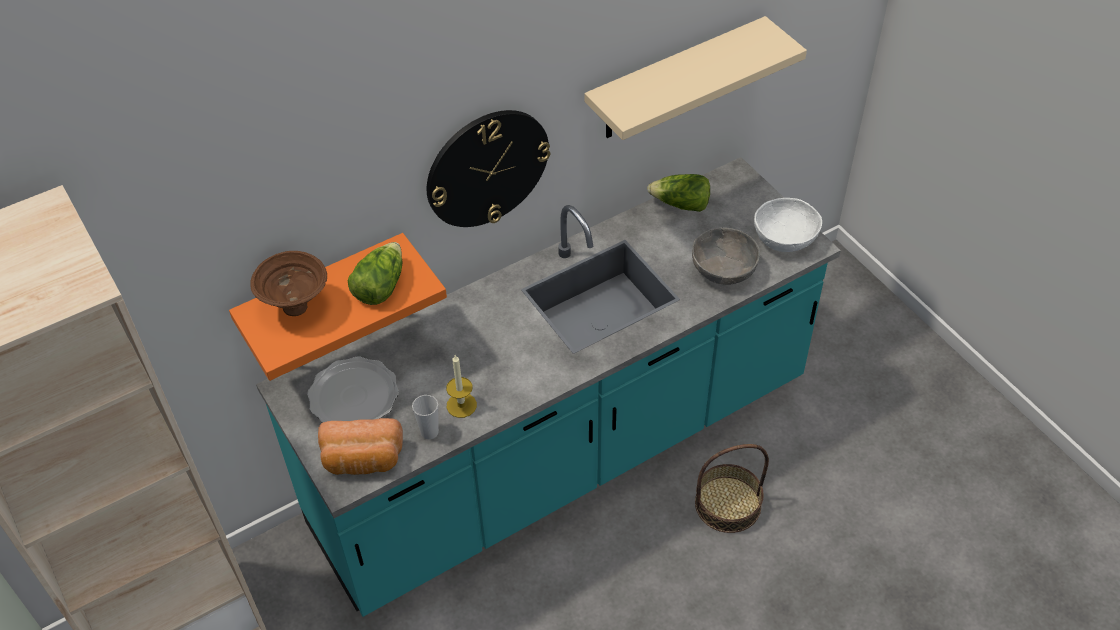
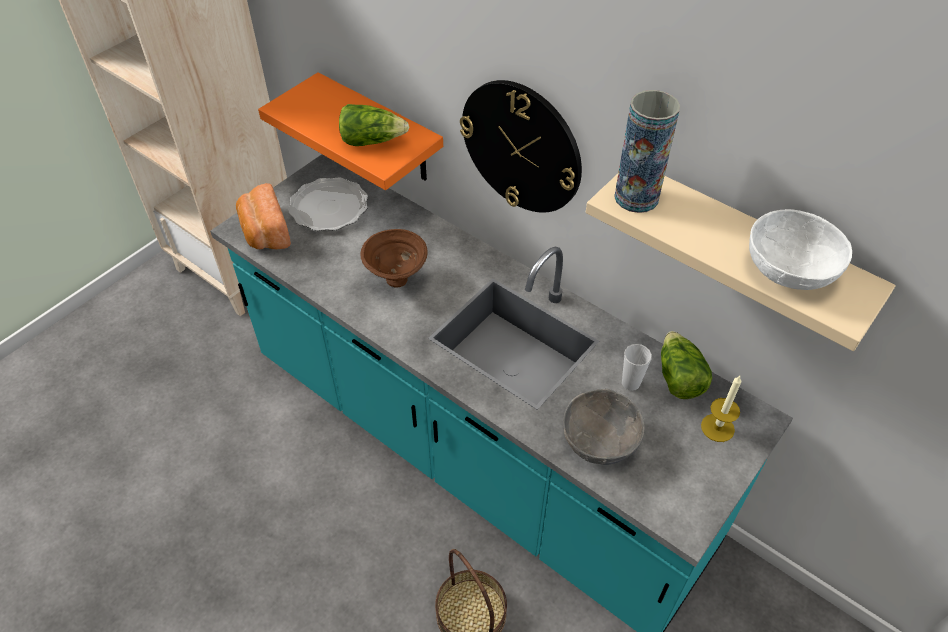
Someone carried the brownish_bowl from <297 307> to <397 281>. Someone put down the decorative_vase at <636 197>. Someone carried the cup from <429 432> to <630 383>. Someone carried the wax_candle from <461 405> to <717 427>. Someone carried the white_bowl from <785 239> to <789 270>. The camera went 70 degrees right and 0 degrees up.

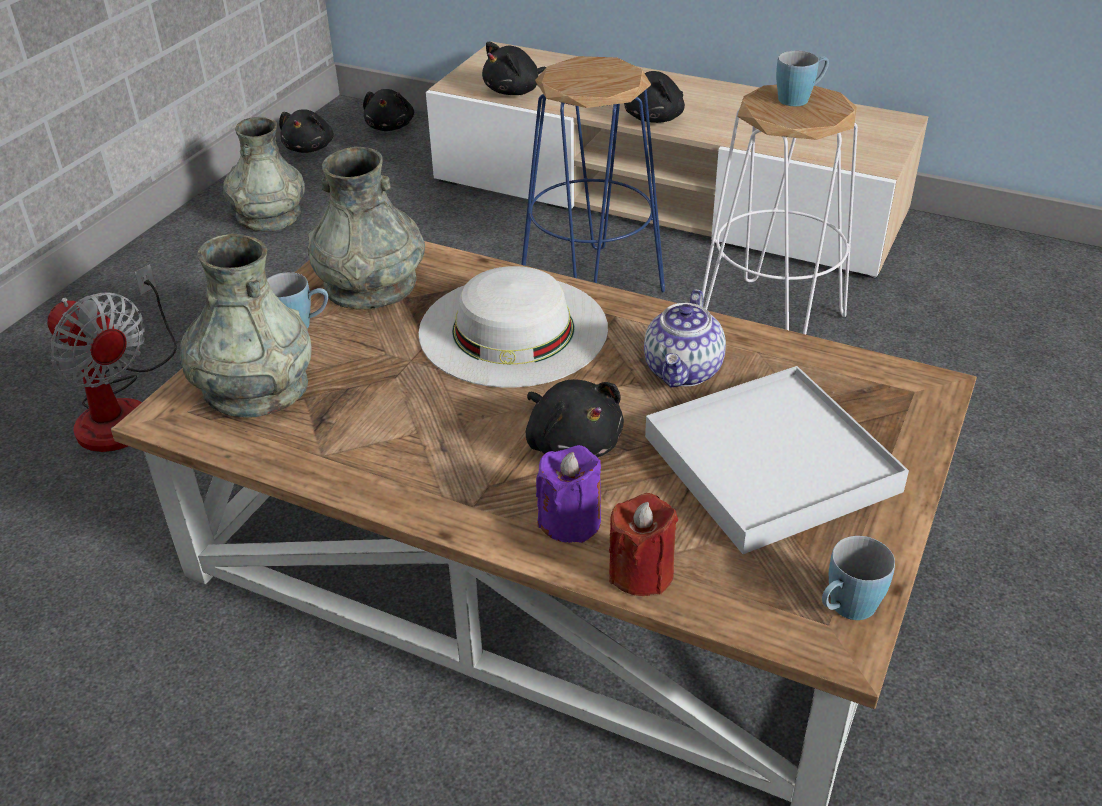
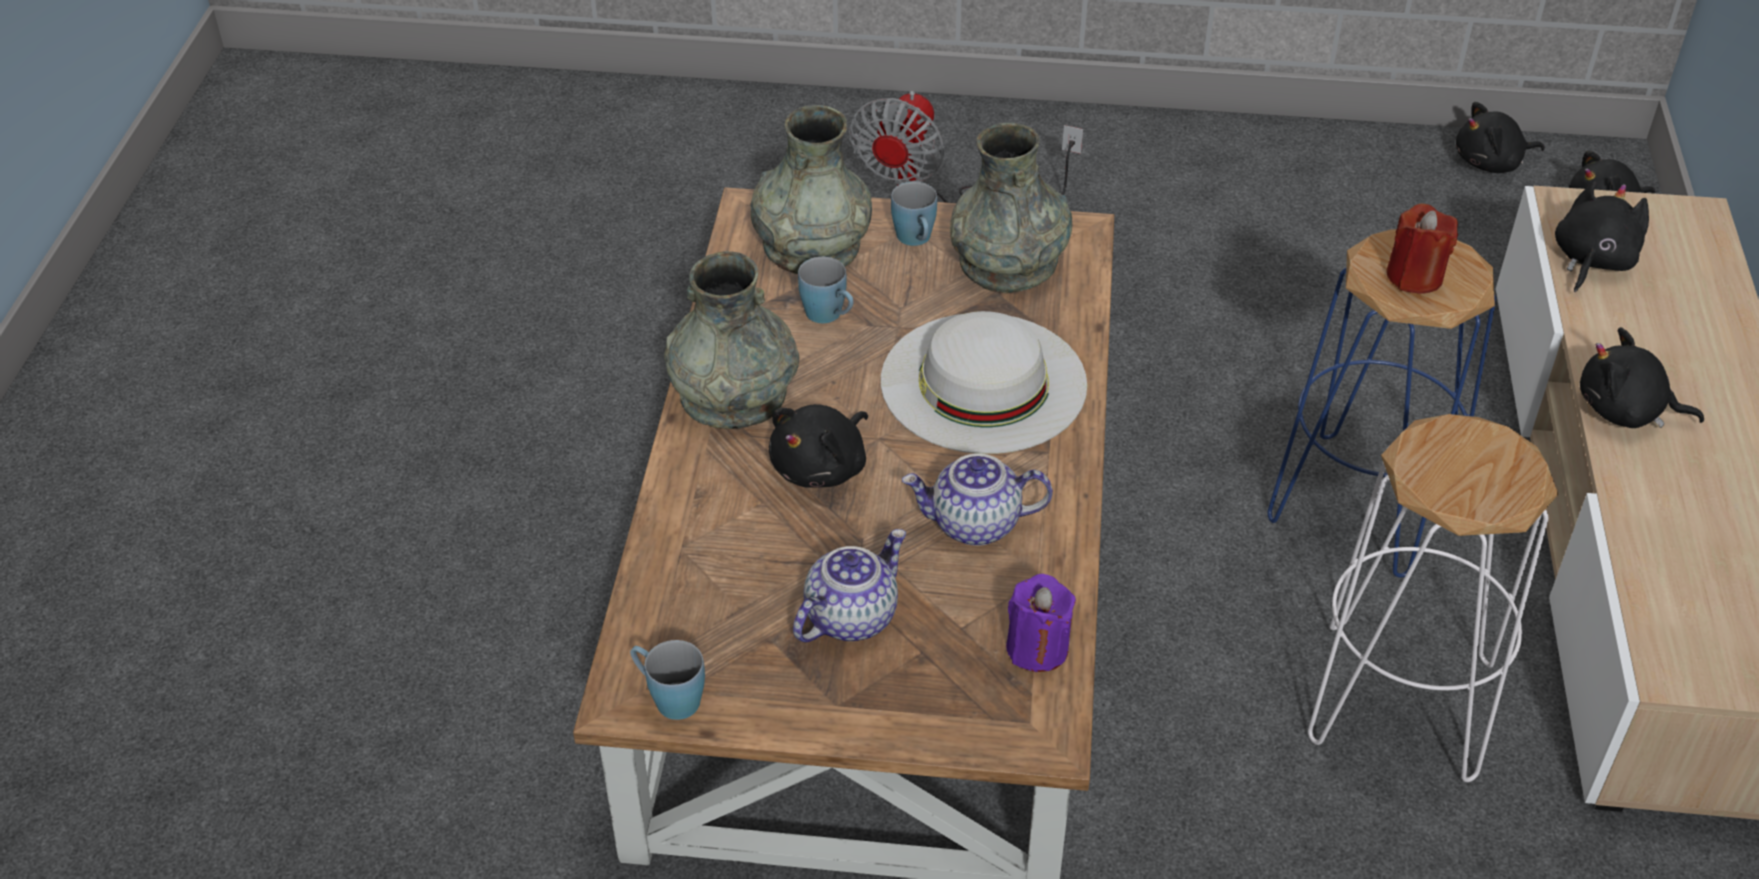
Someone carried the grey_decorative_vase from <269 215> to <733 393>. Someone swapped the white_tray at <770 464> for the teapot at <850 616>. Someone carried the blue-coloured_mug from <800 98> to <829 316>. Someone carried the purple-coloured_wax_candle from <570 521> to <1037 648>. Someone carried the red-coloured_wax_candle from <641 572> to <1414 276>. Someone rotated the black-coloured_cuddly_toy at <515 91> by 90 degrees clockwise. The camera went 70 degrees right and 5 degrees up.

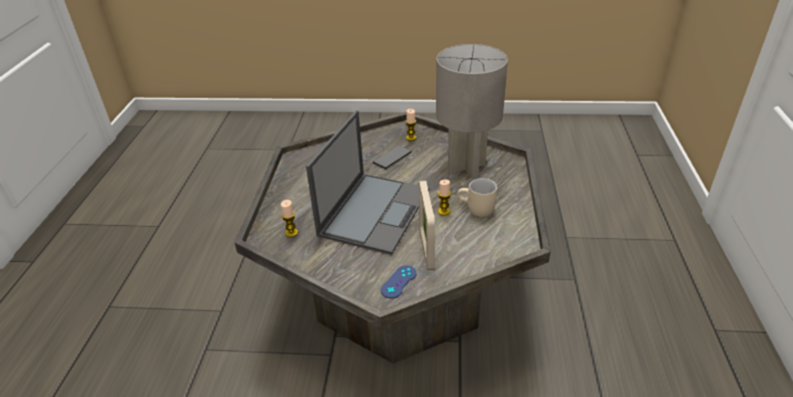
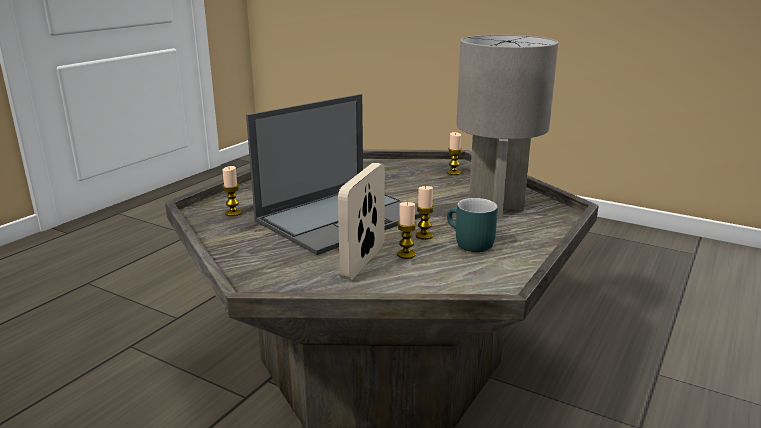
Someone put down the wax_candle at <406 254>. Someone repainted the sand-coloured_mug at <476 210>, which became the blue-green_mug at <467 244>. Someone took away the telephone at <392 157>. Someone took away the blue-coloured_joypad at <399 282>. The camera went 25 degrees right and 15 degrees down.

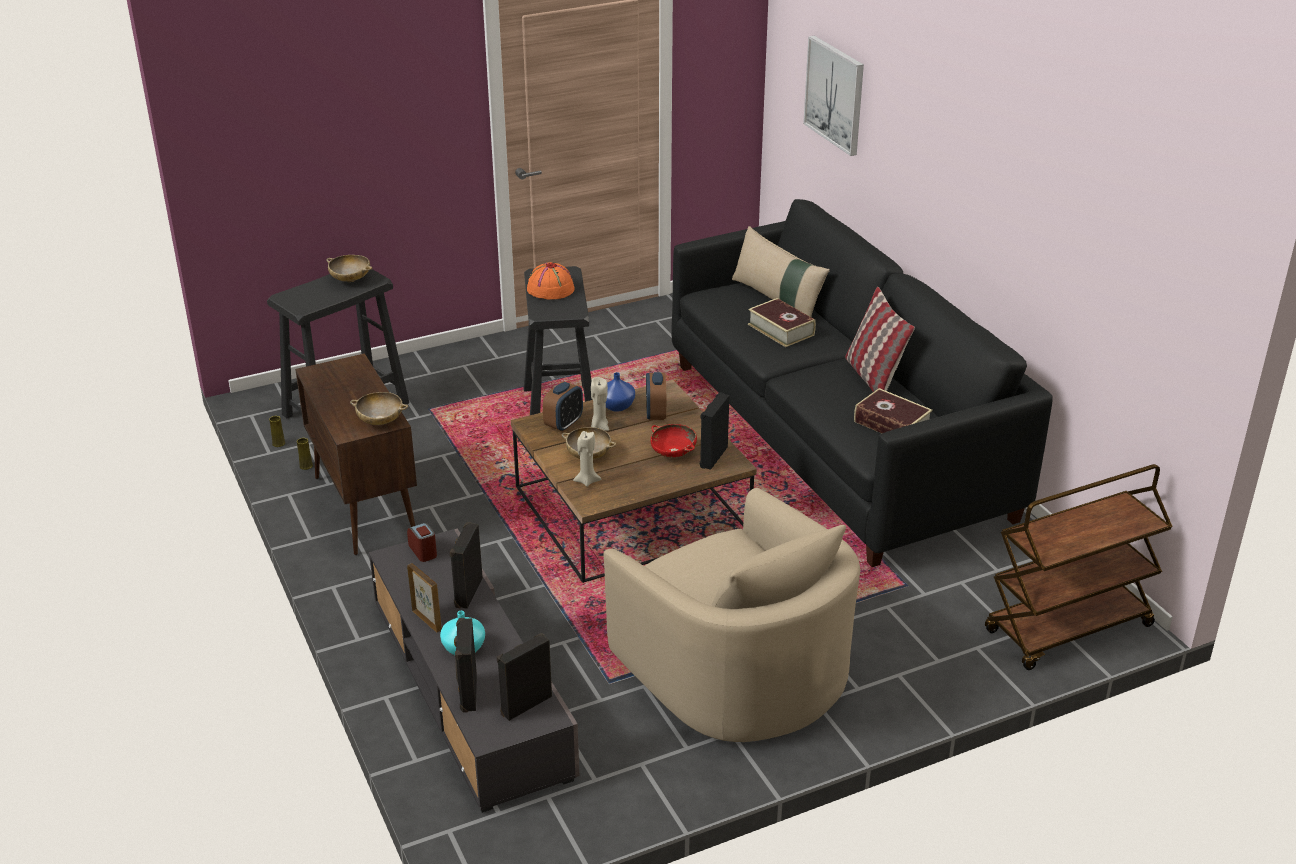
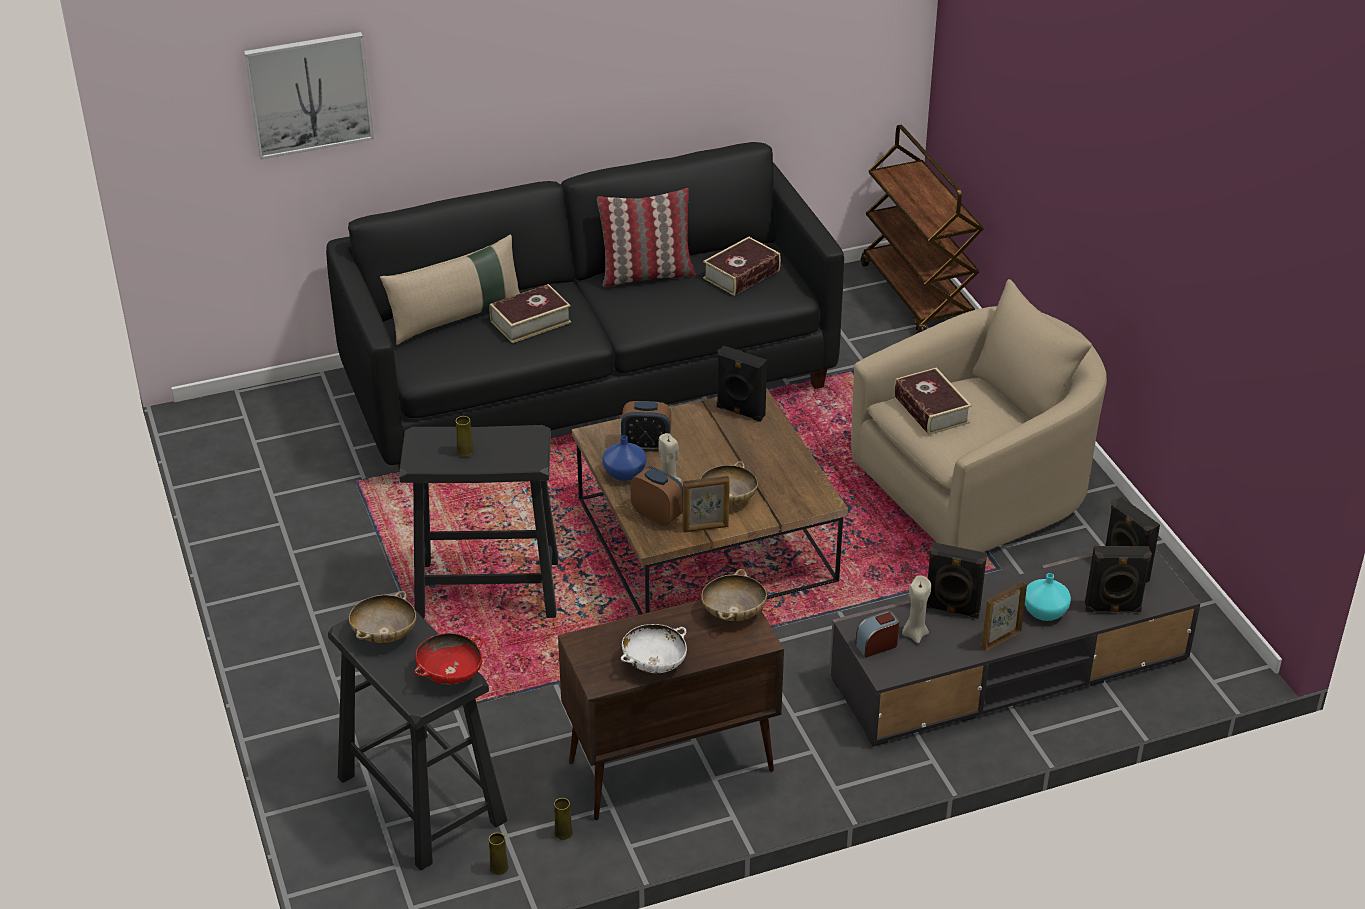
Someone carried the red-coloured_bowl from <673 453> to <450 674>. Someone swapped the orange_hat at <550 289> for the yellow_decorative_vase at <465 452>. Someone put down the white_bowl at <654 663>. Someone put down the standing_frame at <705 528>. Someone put down the volume at <931 409>. Someone carried the sand-coloured_wax_candle from <587 481> to <914 634>. The camera went 85 degrees left and 5 degrees up.

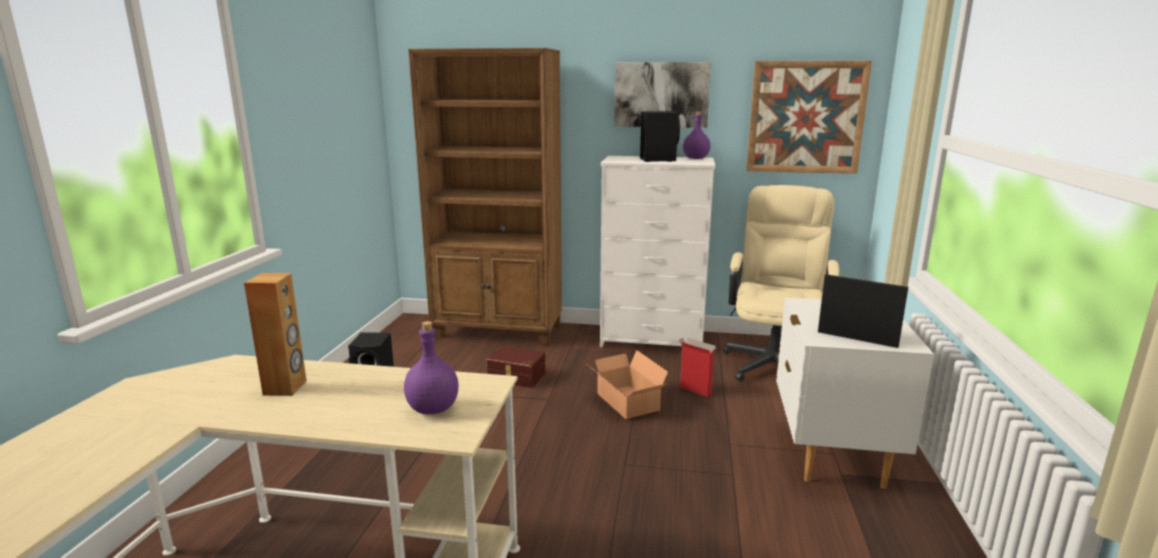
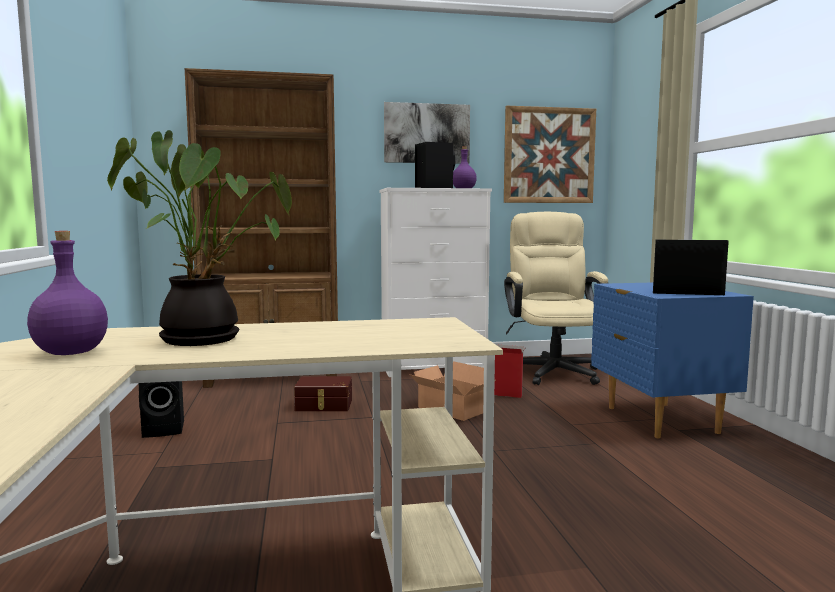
Someone carried the purple-coloured_beverage_bottle from <434 409> to <72 353>. Someone swapped the brownish_speaker at <285 388> for the potted_plant at <206 338>. Someone repainted the white_bedside_table at <832 455>, which became the blue-coloured_bedside_table at <660 420>. The camera went 20 degrees left and 10 degrees down.

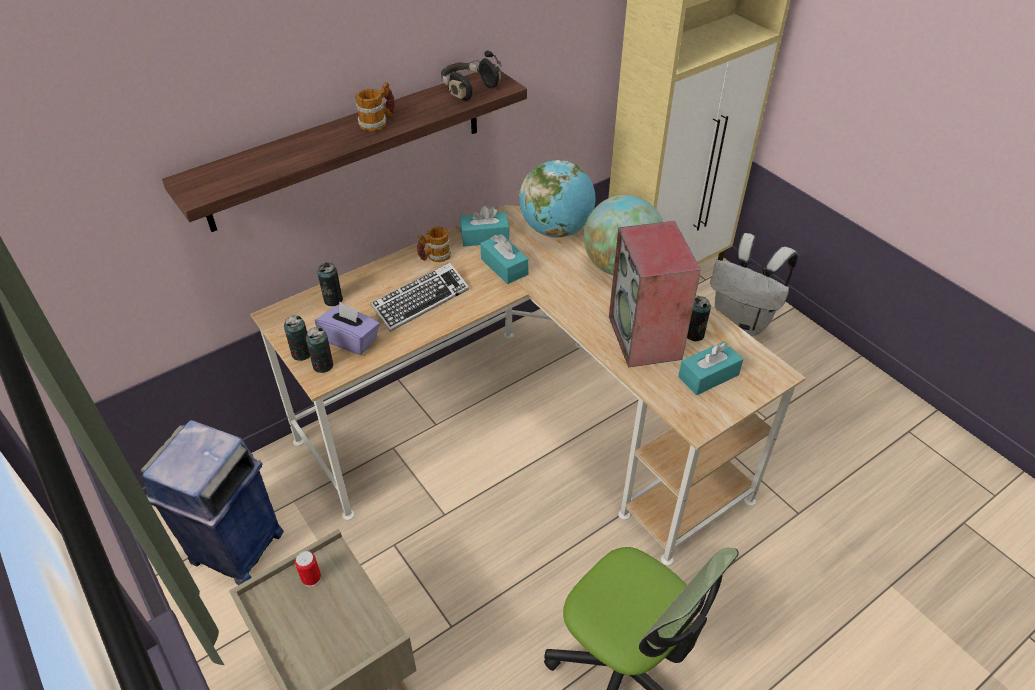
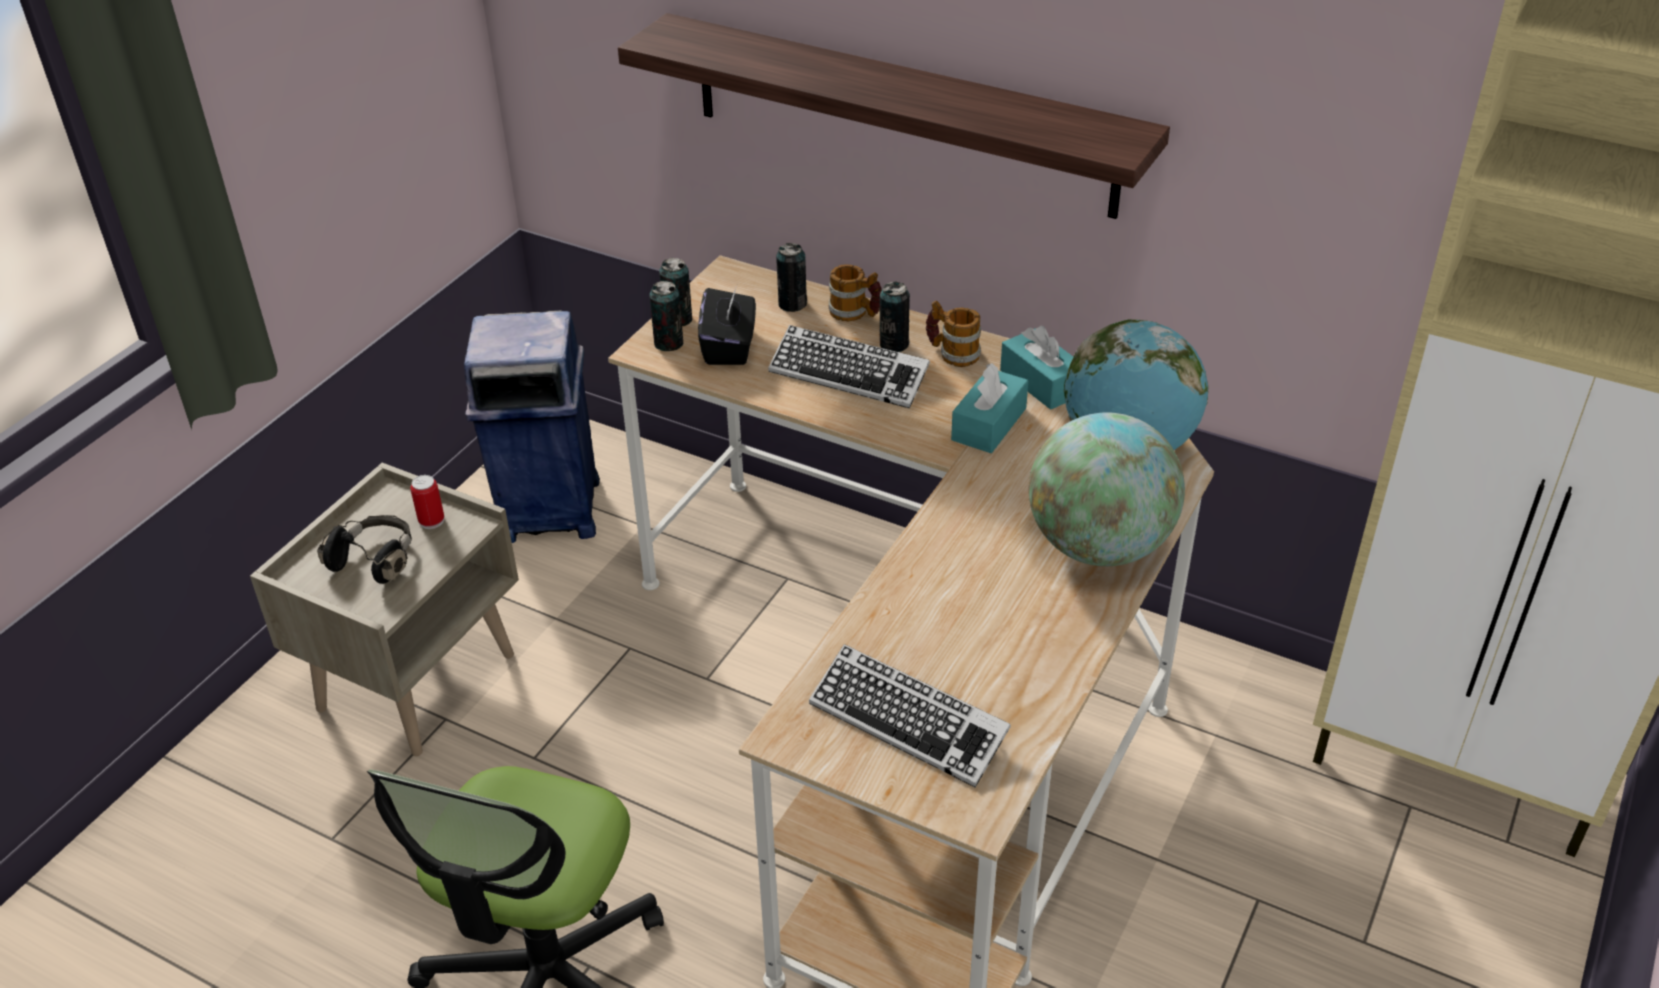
Someone carried the black-coloured_pair_of_headphones from <468 89> to <375 560>. Someone repainted the purple-coloured_tissue_holder at <351 340>, which became the black-coloured_tissue_holder at <729 347>. Someone swapped the blue-green_tissue_holder at <708 376> for the PC_keyboard at <908 722>. Someone carried the mug from <378 122> to <855 313>. Someone carried the can from <694 334> to <894 344>. Someone took away the speaker at <646 338>. Someone took away the white_knapsack at <743 321>. The camera went 65 degrees right and 5 degrees down.

